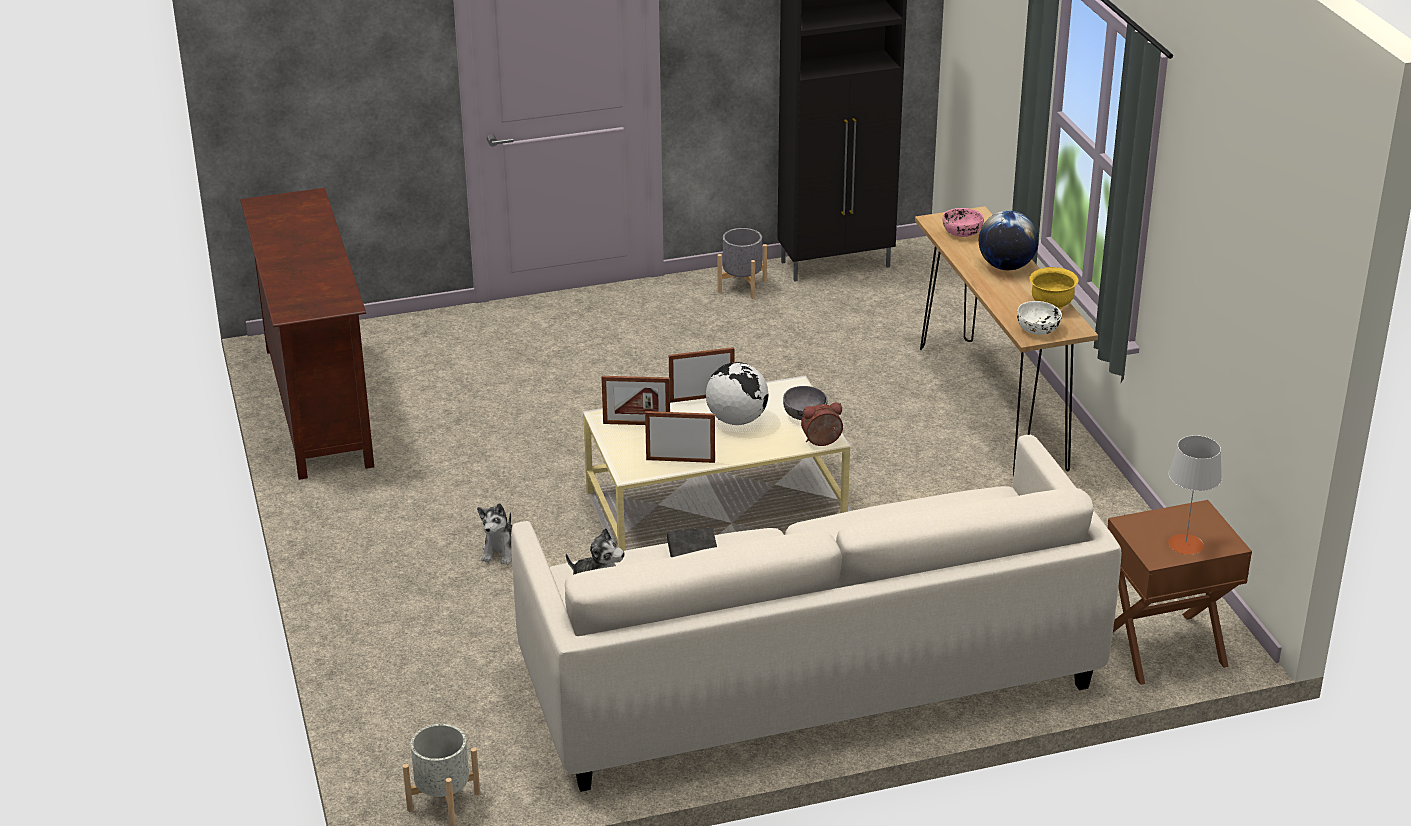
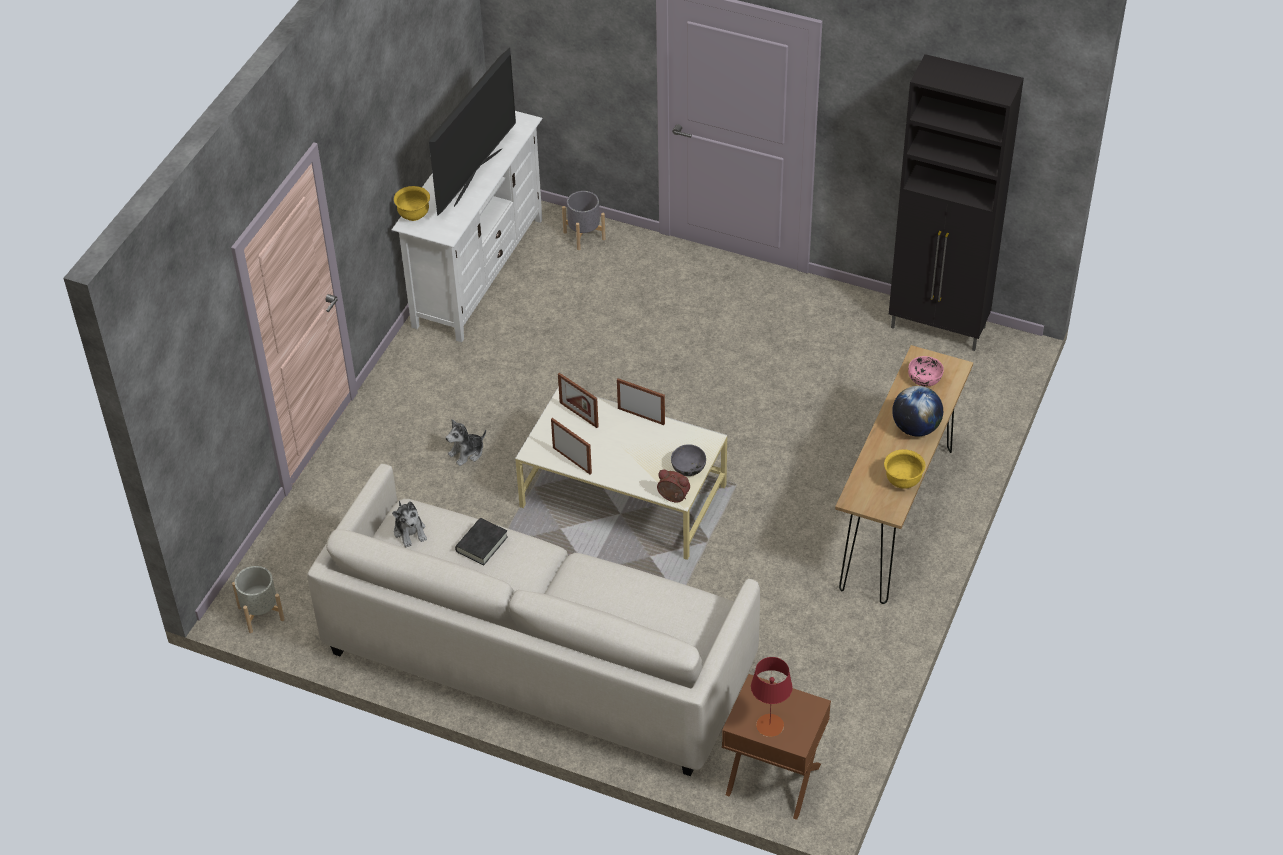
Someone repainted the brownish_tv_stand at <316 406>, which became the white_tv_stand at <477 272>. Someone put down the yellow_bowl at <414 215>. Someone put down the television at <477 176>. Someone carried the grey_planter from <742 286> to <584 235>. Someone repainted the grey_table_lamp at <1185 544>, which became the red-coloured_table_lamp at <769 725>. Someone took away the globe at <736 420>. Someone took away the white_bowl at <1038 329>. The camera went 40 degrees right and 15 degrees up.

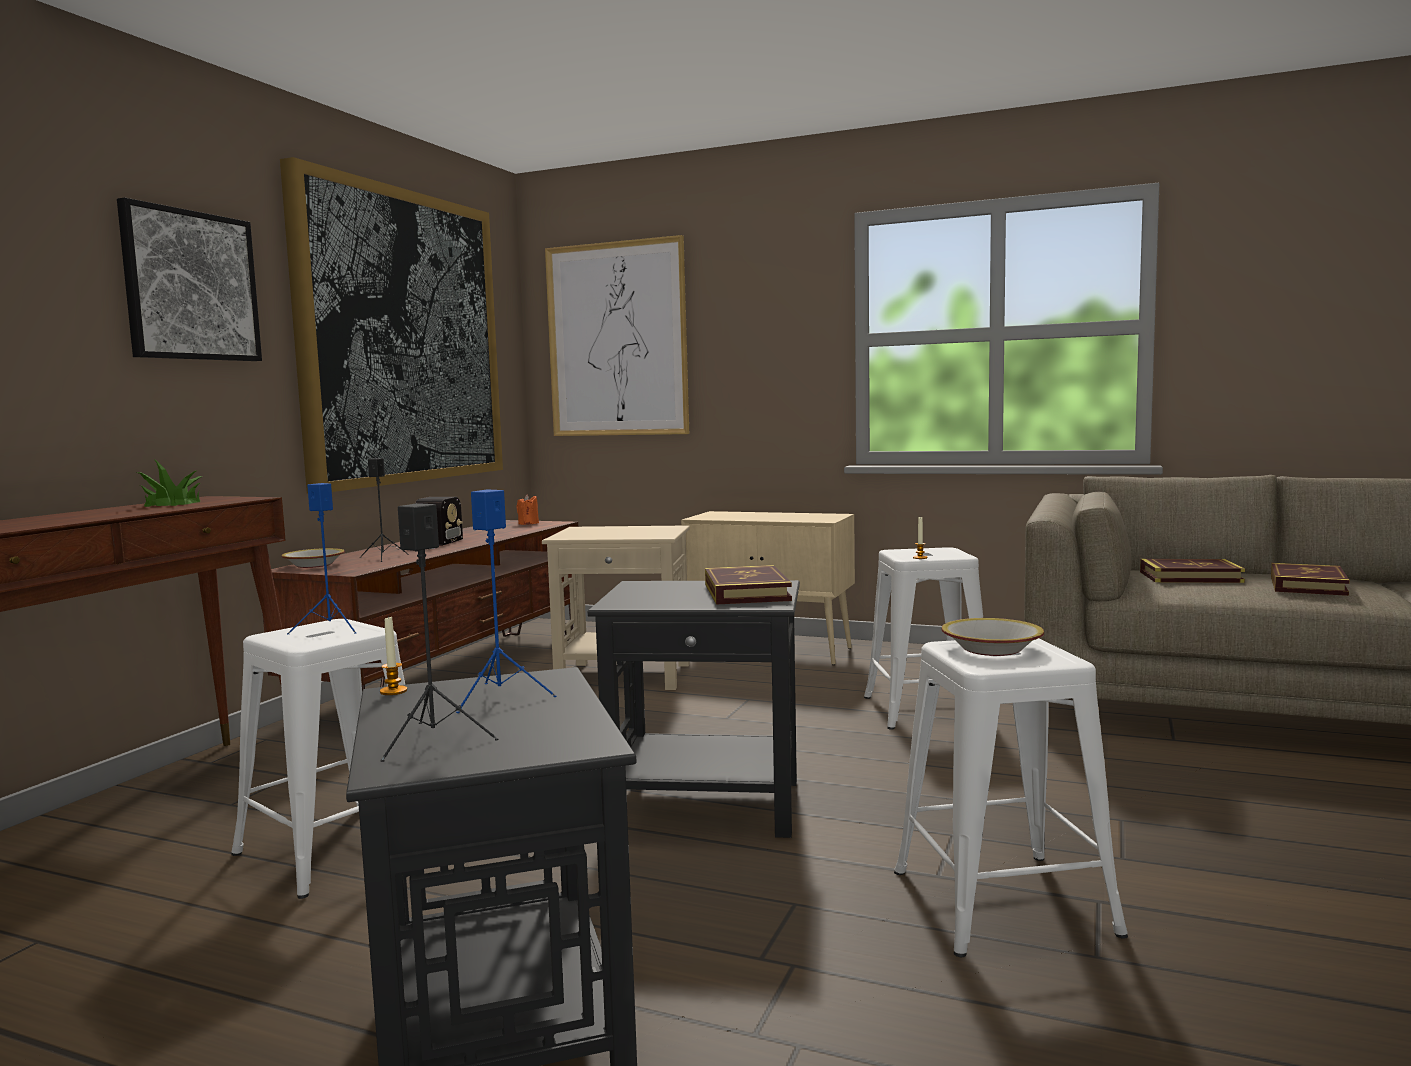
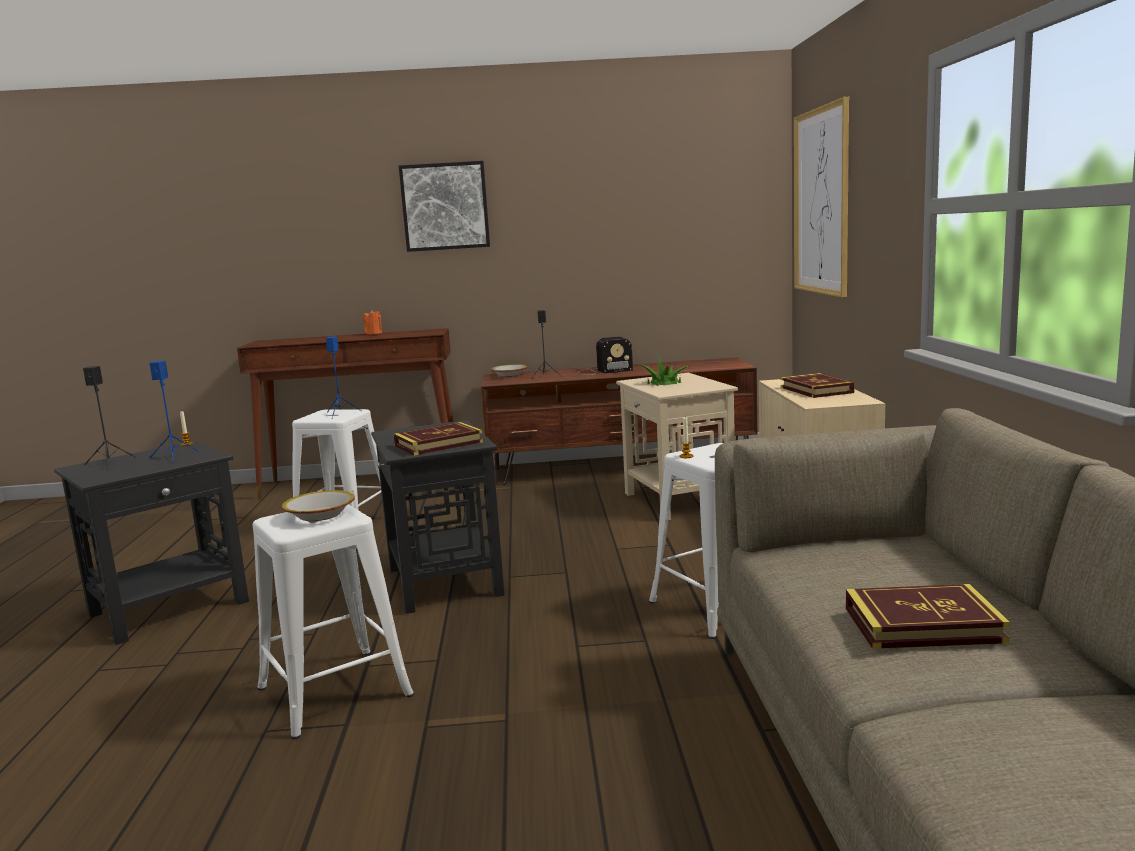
Someone carried the orange_wax_candle from <528 523> to <373 334>. Someone carried the potted_plant from <171 503> to <664 382>. Someone carried the volume from <1190 577> to <816 390>. Someone took away the picture at <402 337>. The camera went 65 degrees right and 5 degrees up.

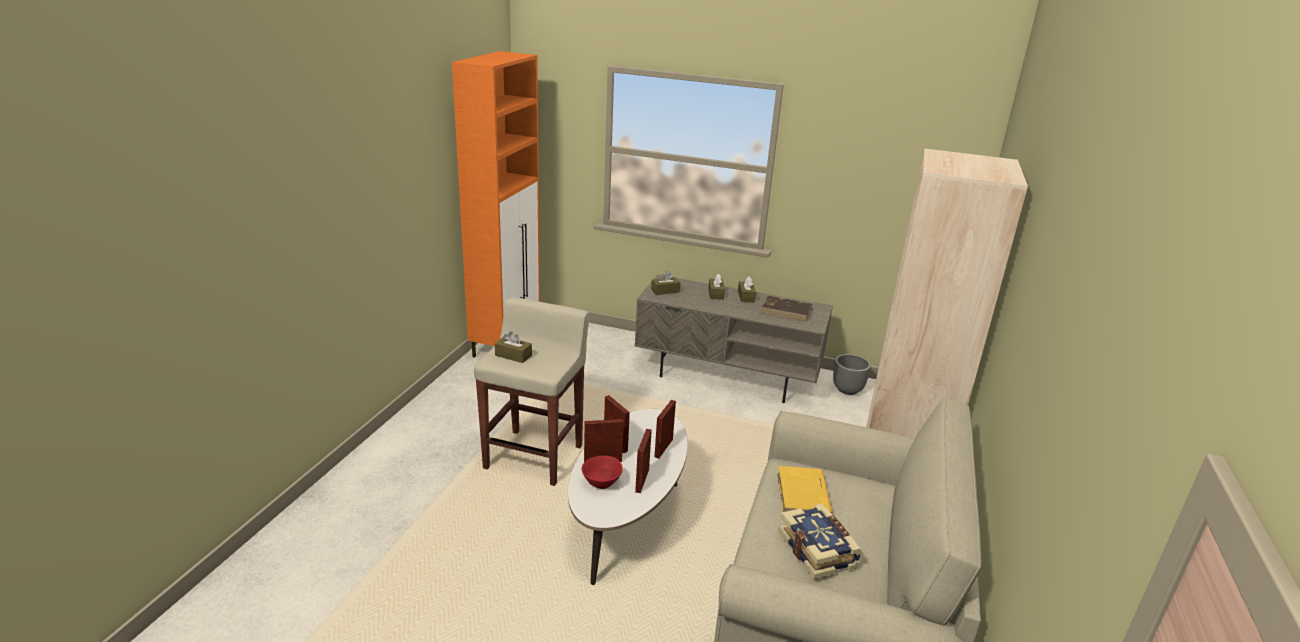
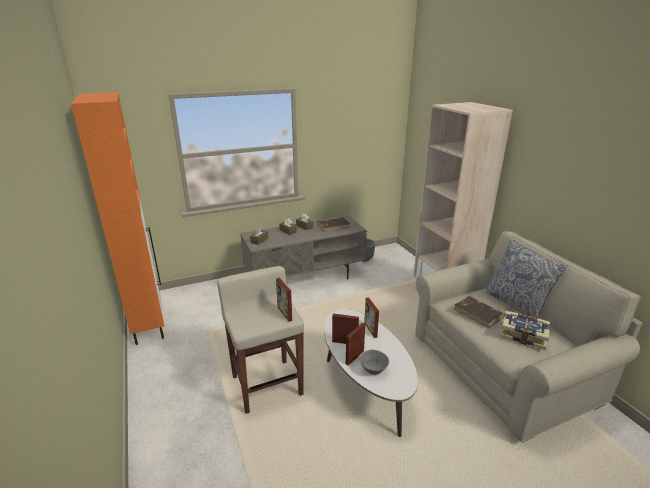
Someone carried the standing_frame from <642 480> to <284 314>. Someone repainted the red-coloured_bowl at <600 483>, which became the grey_bowl at <372 370>. Someone repainted the yellow_volume at <803 496>, which became the brownish_volume at <478 313>. Someone put down the pillow at <516 304>. Someone took away the brownish_tissue_holder at <513 355>. The camera went 40 degrees left and 0 degrees up.

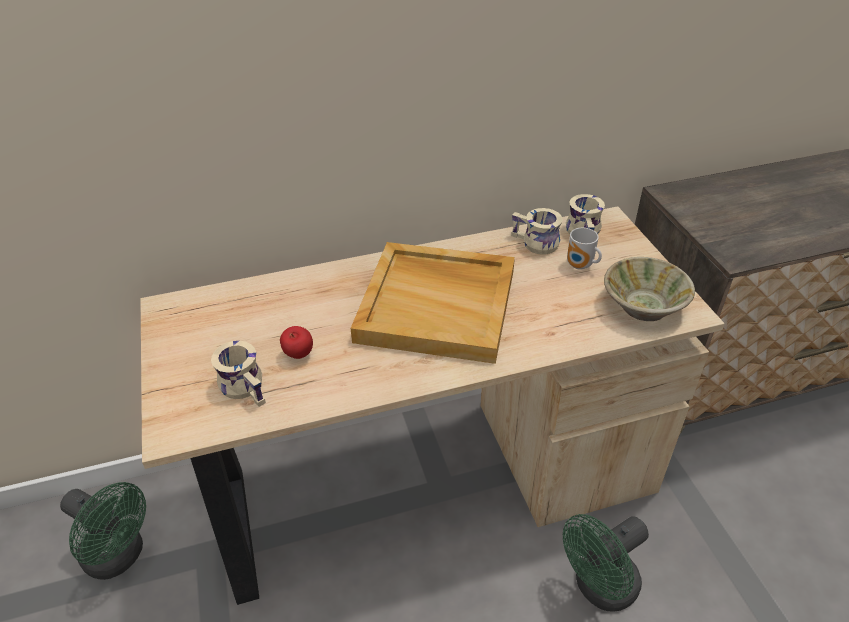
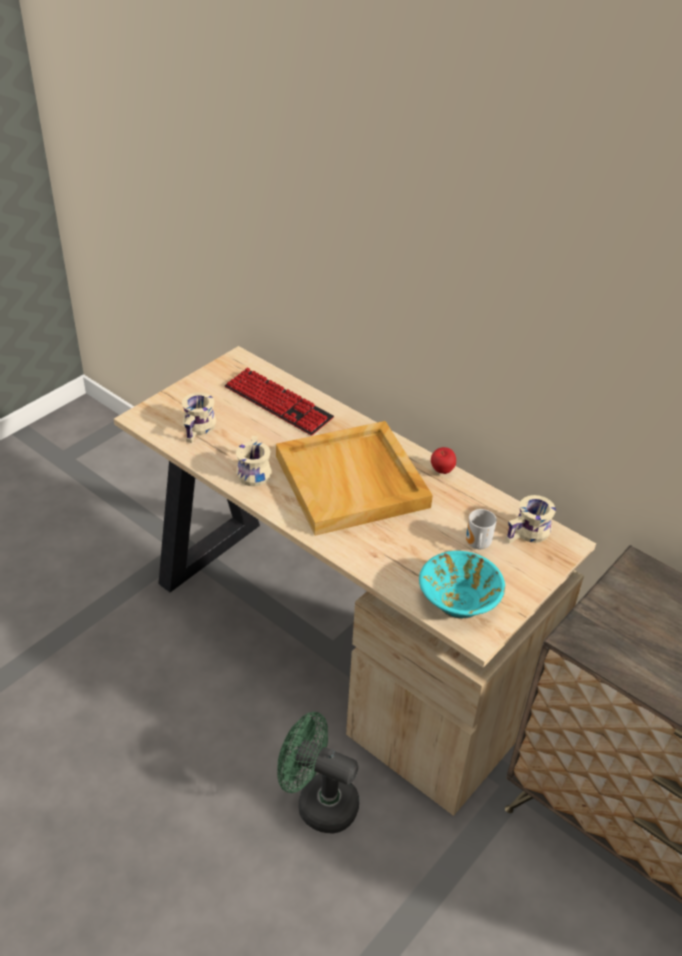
Someone put down the PC_keyboard at <278 403>. Someone carried the sand-coloured_mug from <534 244> to <251 471>. Someone repainted the sand-coloured_bowl at <642 306>, which became the blue-green_bowl at <458 600>. Someone carried the whole_apple from <298 355> to <441 471>. Someone took away the greenish_fan at <120 556>. The camera went 55 degrees right and 0 degrees up.

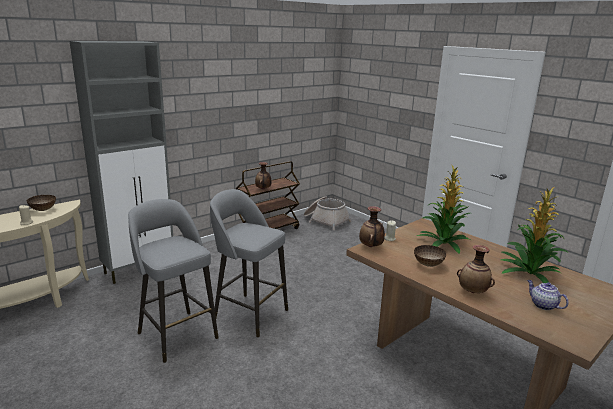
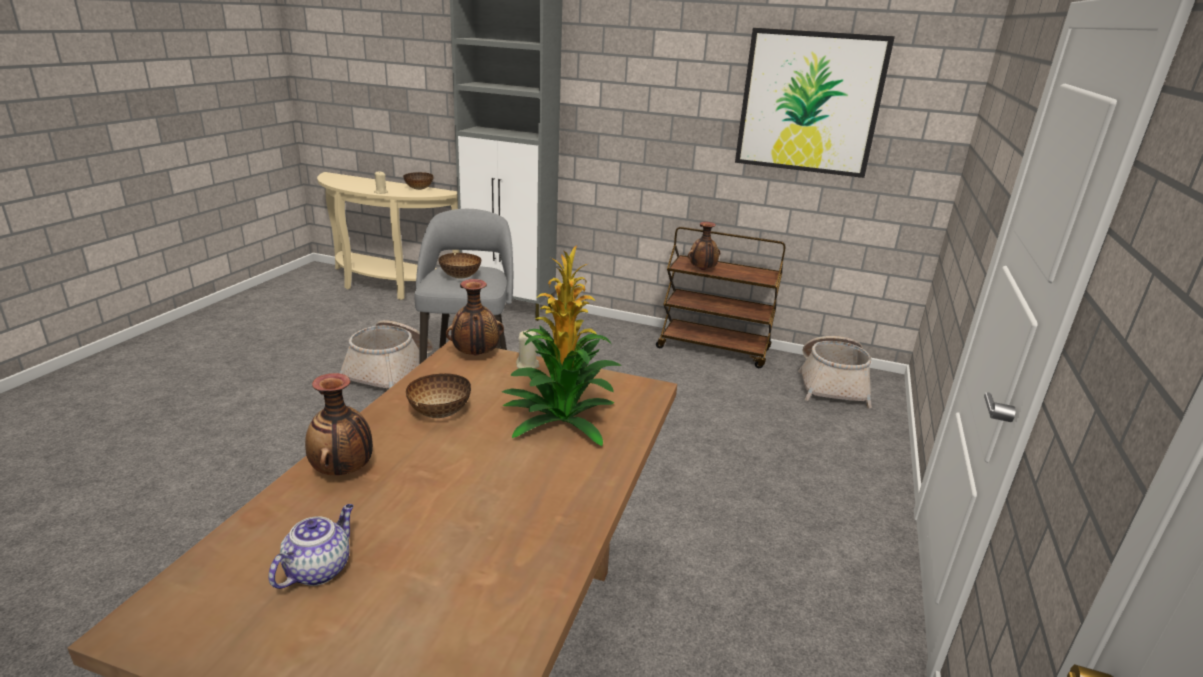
Someone swapped the grey_sitting_stool at <176 334> for the basket at <391 370>. Someone put down the bowl at <461 277>. Someone put up the picture at <809 103>. Someone took away the potted_plant at <529 273>. The camera went 60 degrees right and 5 degrees up.

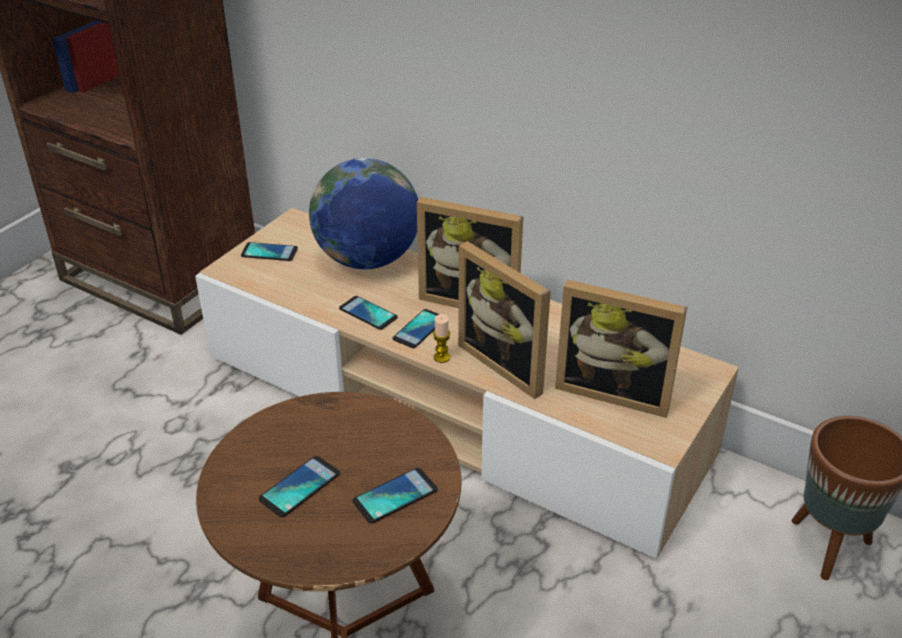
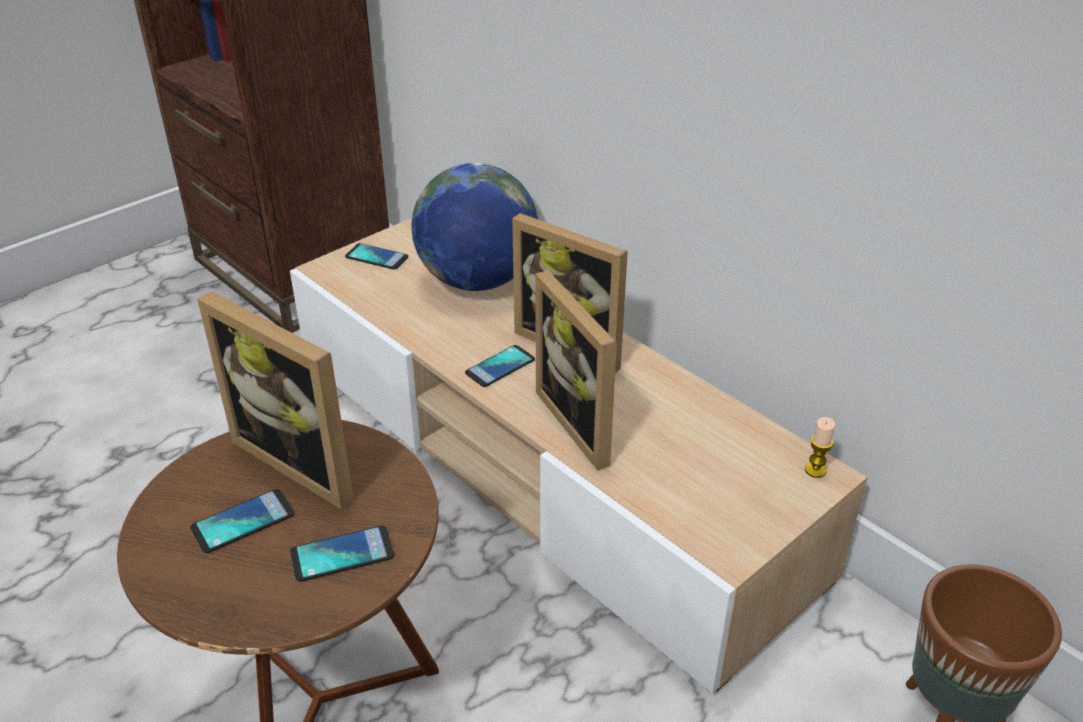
Someone carried the standing_frame from <614 390> to <305 459>. Someone carried the wax_candle from <441 357> to <815 470>. Someone took away the telephone at <368 313>. The camera went 15 degrees right and 0 degrees up.

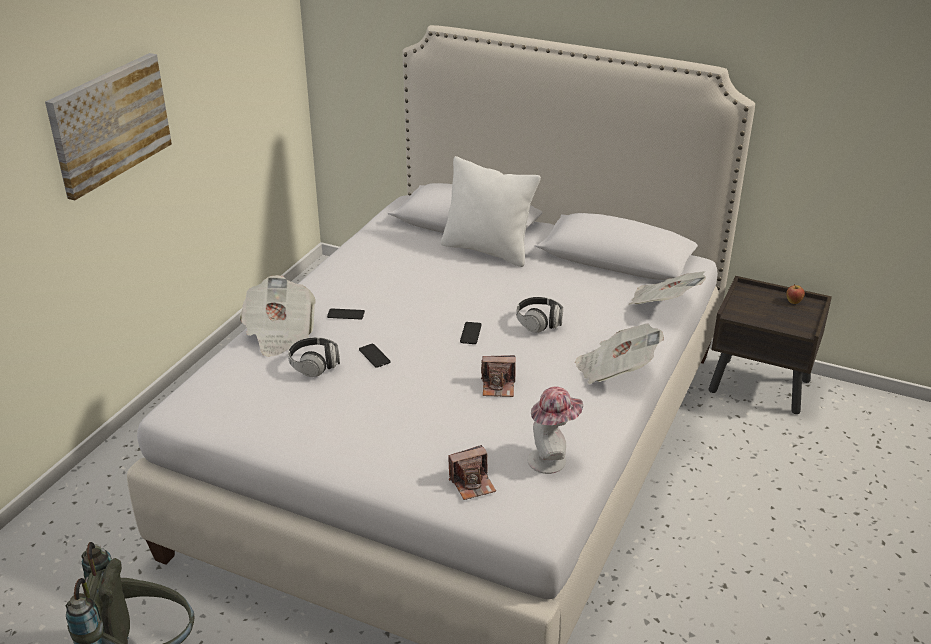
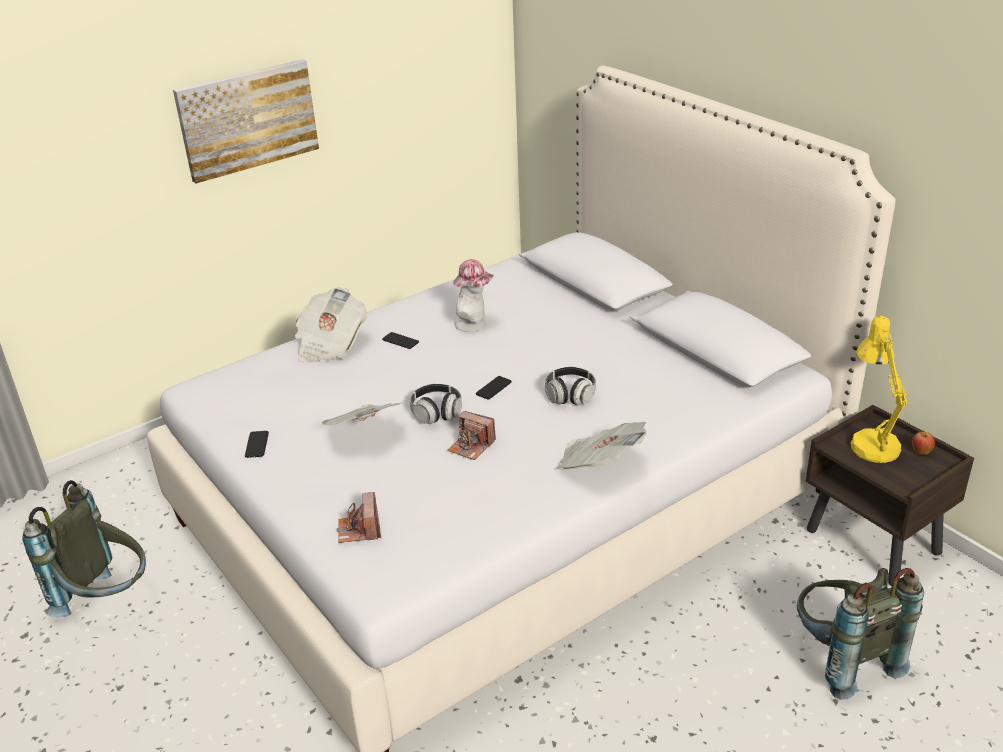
Someone carried the telephone from <374 356> to <257 444>. Someone carried the newspaper from <663 305> to <363 431>. Someone rotated the photo_camera at <472 484> by 75 degrees clockwise. Someone carried the pair_of_headphones from <314 365> to <436 413>. Someone carried the hat from <552 459> to <474 324>. Someone put down the grey_knapsack at <841 659>. Someone put down the yellow_table_lamp at <871 442>. Someone took away the white_pillow at <487 250>. The camera went 30 degrees right and 0 degrees up.

